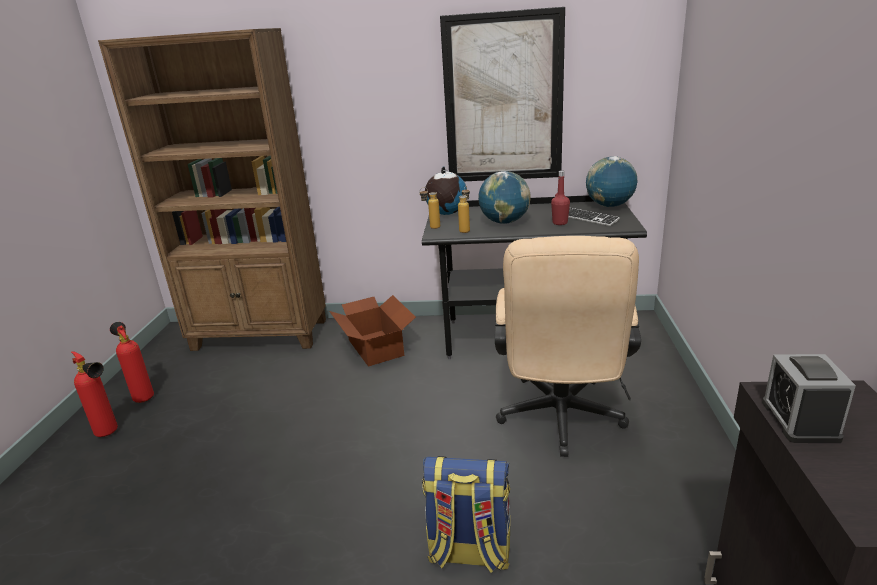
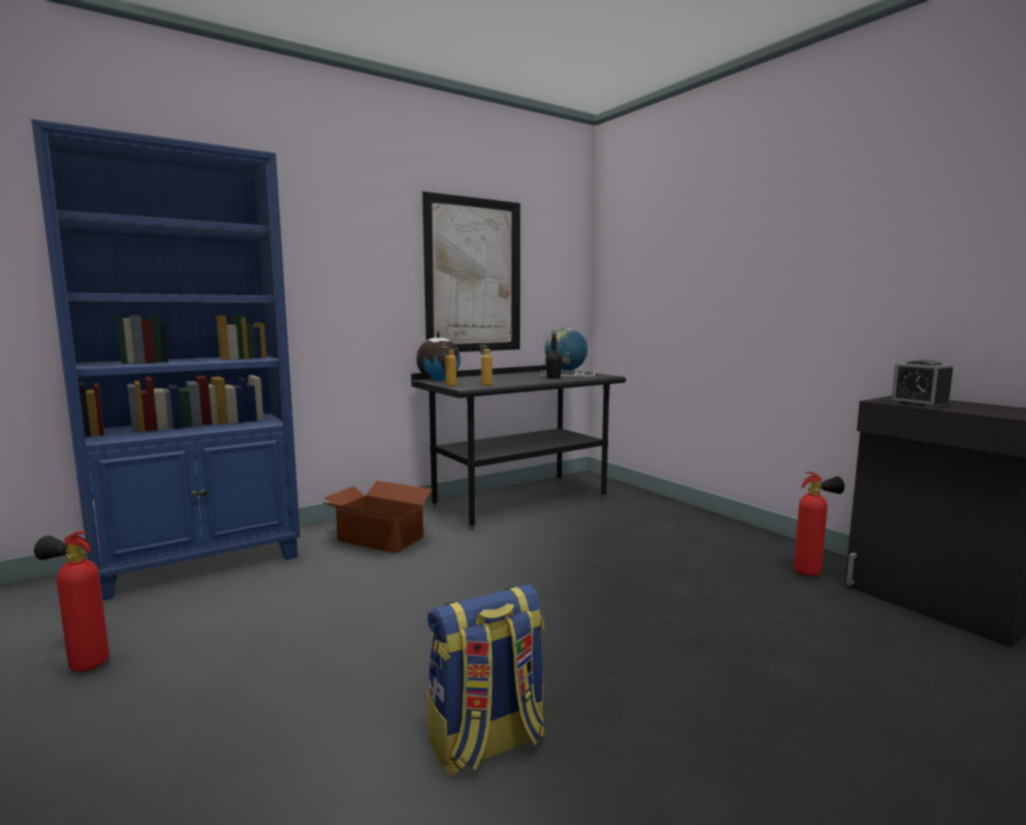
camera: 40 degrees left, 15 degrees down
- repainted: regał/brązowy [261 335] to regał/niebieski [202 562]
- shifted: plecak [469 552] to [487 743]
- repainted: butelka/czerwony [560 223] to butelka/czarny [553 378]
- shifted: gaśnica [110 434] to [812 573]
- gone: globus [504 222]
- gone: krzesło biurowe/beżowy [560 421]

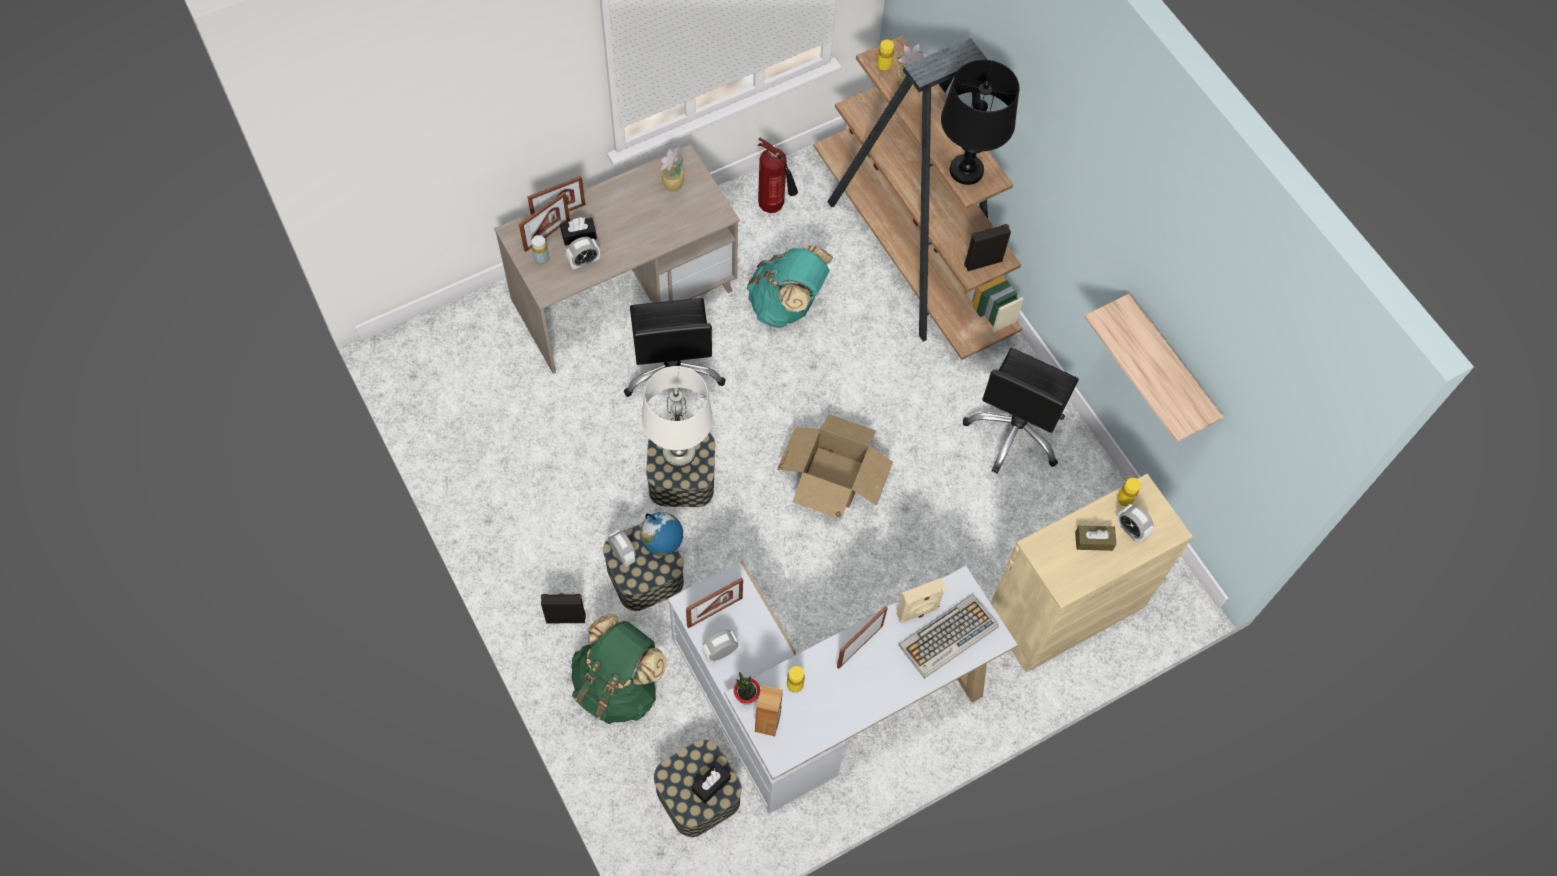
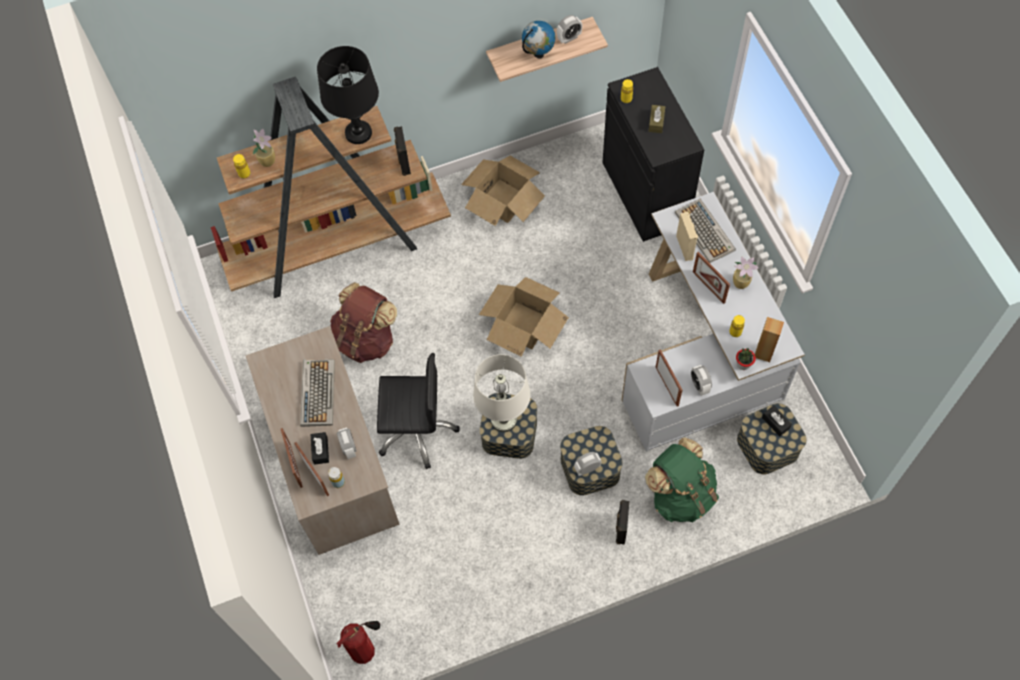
camera: 75 degrees left, 0 degrees up
- new: klawiatura [317 392]
- repainted: plecak/turkusowy [787 305] to plecak/brązowy [366 339]
- shifted: gaśnica [774 207] to [365 650]
- swapped: krzesło biurowe/czarny [1015 432] to karton [503 201]
- shifted: globus [662 546] to [538 54]
- shifted: budzik [1131 530] to [569 38]
- repainted: szafka/beżowy [1066 609] to szafka/czarny [645 193]
- shifted: roślina doniczkowa [672 185] to [741 283]

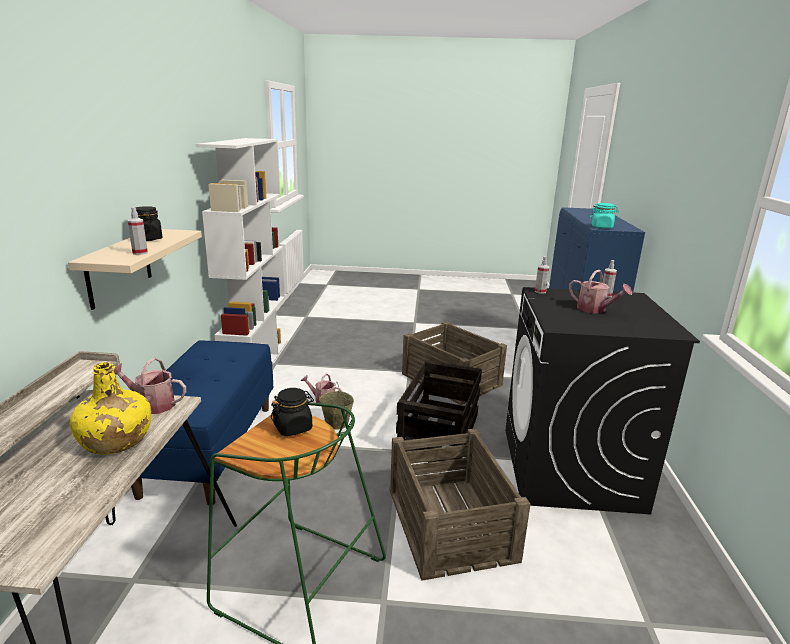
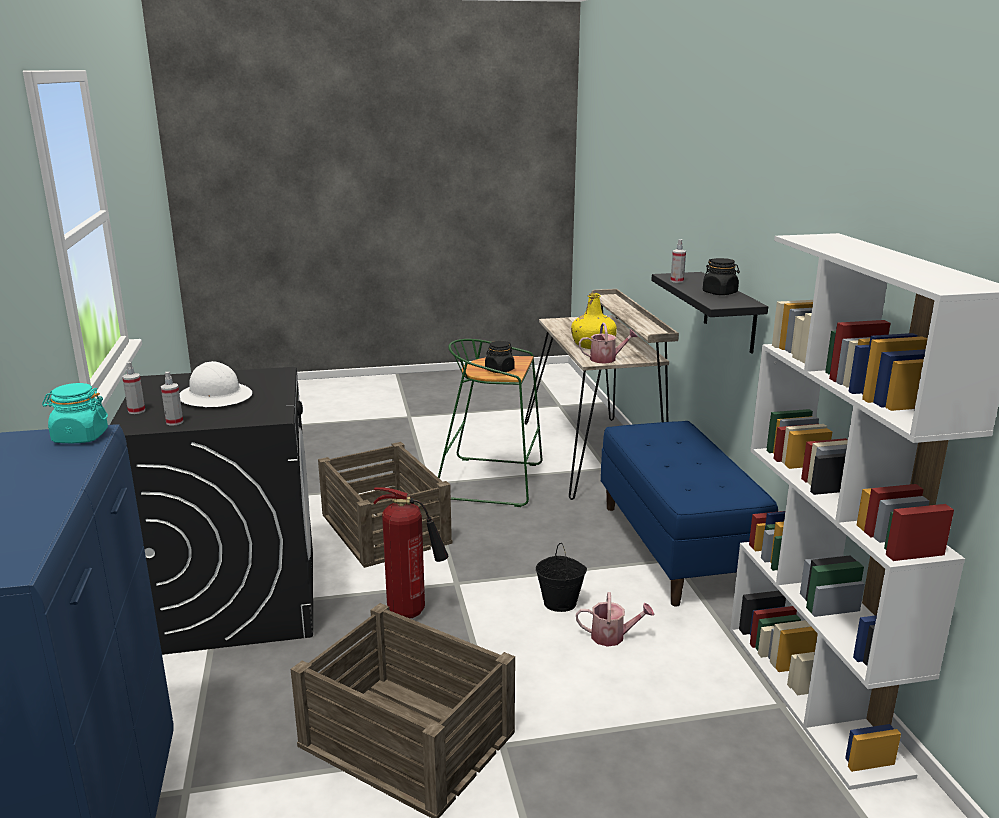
camera: 165 degrees right, 0 degrees up
- shifted: spryskiwacz [540 291] to [136 411]
- swapped: konewka [595 309] to kask/biały [216 397]
- swapped: skrzynka [439 435] to gaśnica [411 613]
- repainted: wiadro/beżowy [336 423] to wiadro/czarny [560 603]
- repainted: półka/beżowy [119 267] to półka/czarny [730 312]

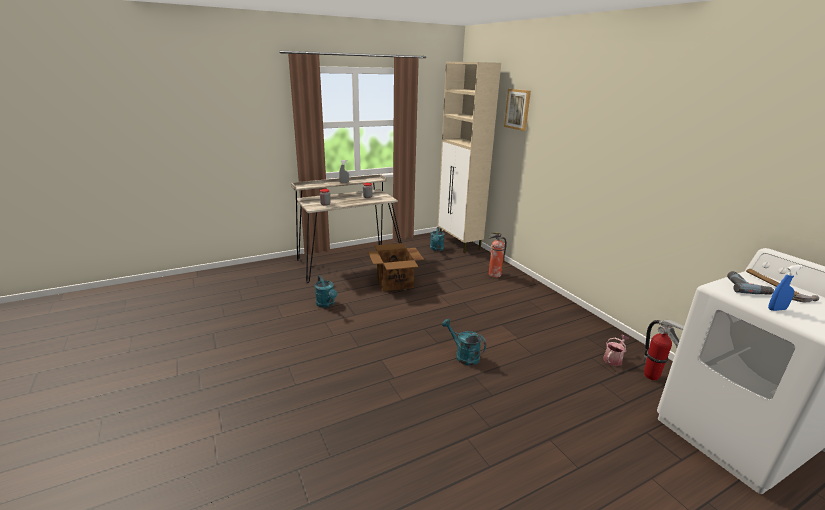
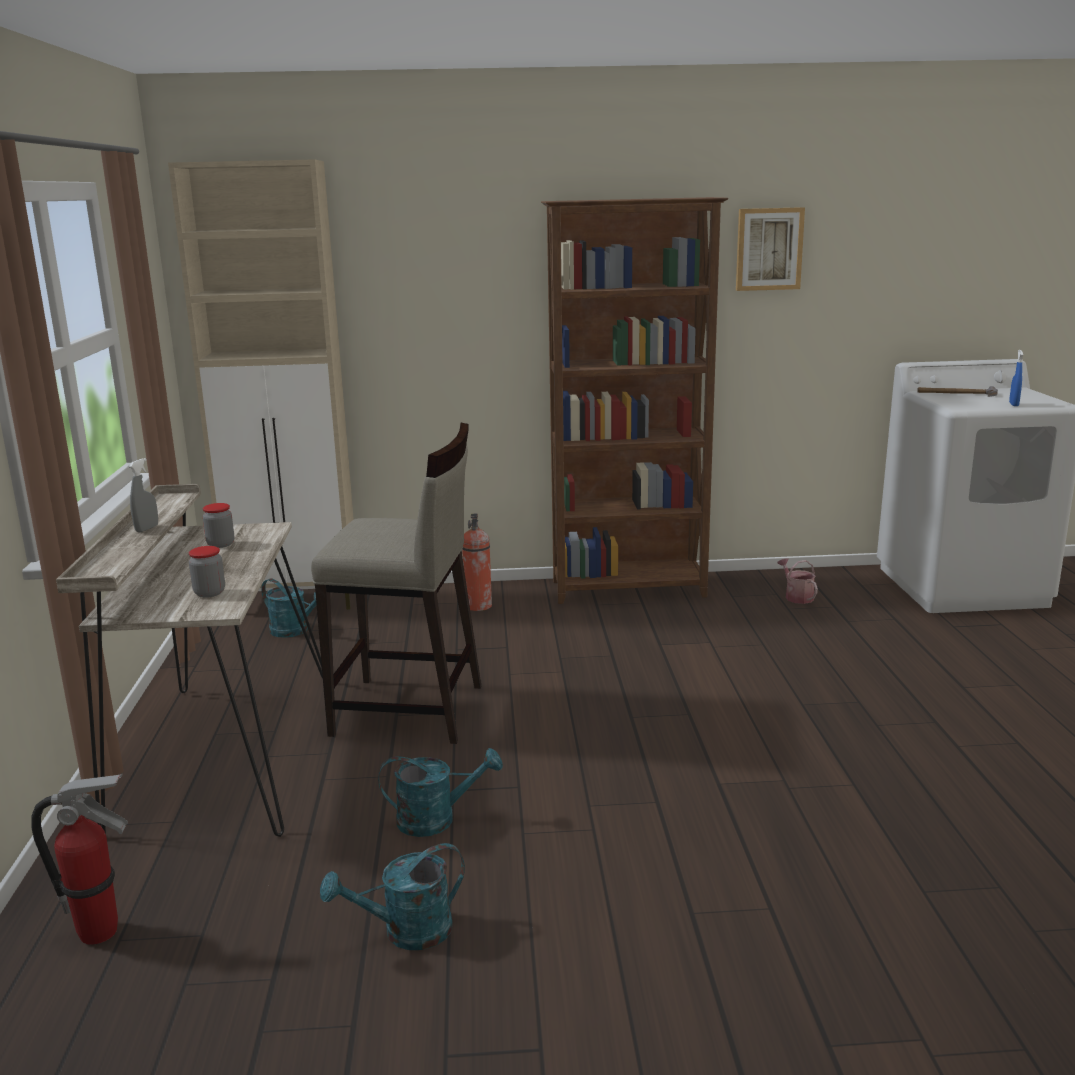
camera: 65 degrees left, 5 degrees down
- shifted: gaśnica [651 376] to [100 932]
- swapped: karton [394 282] to stołek/beżowy [409 711]
- shifted: konewka/turkusowy [463 356] to [406 932]
- new: regał/brązowy [630 589]
- shifted: obraz [517 109] to [769 249]
- gone: wiertarka [746 287]

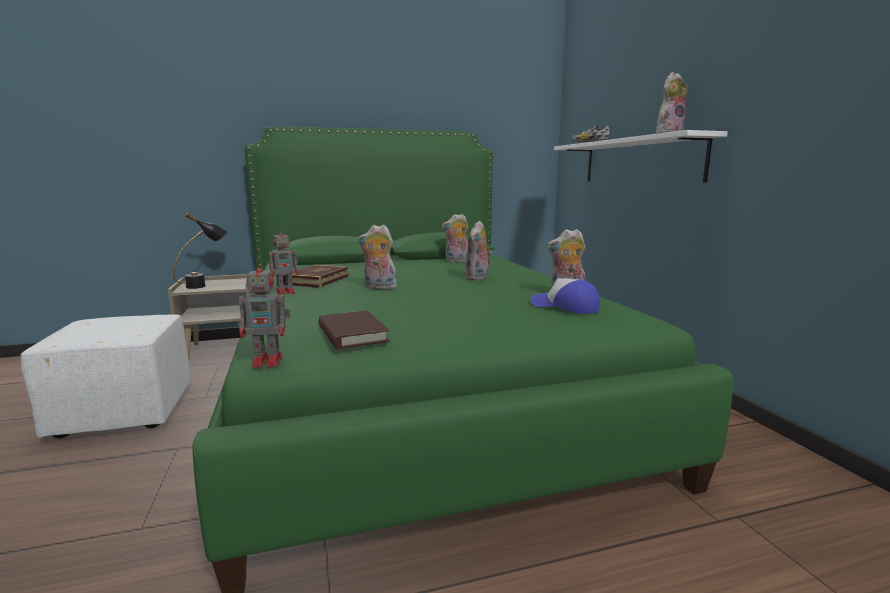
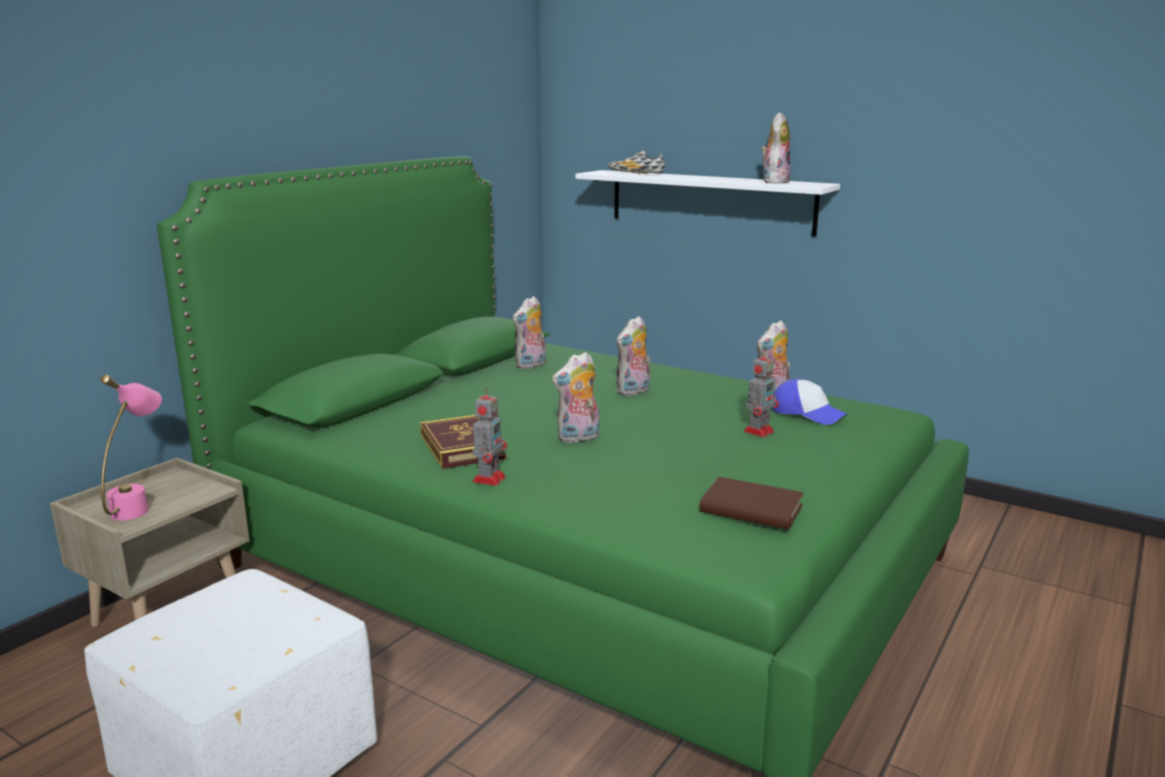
camera: 40 degrees left, 5 degrees up
- repainted: lampa stołowa/czarny [205 285] to lampa stołowa/różowy [138 505]
- rotated: pluszak [478 278] = [633 391] 60 degrees clockwise
- shifted: robot zabawkowy [269 361] to [759 431]
- rotated: czapka z daszkiem [565 307] = [807 413] 135 degrees counterclockwise

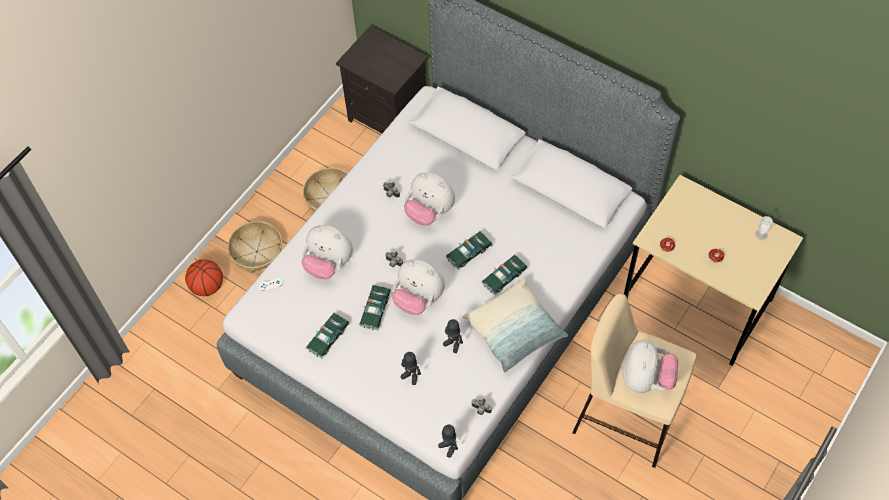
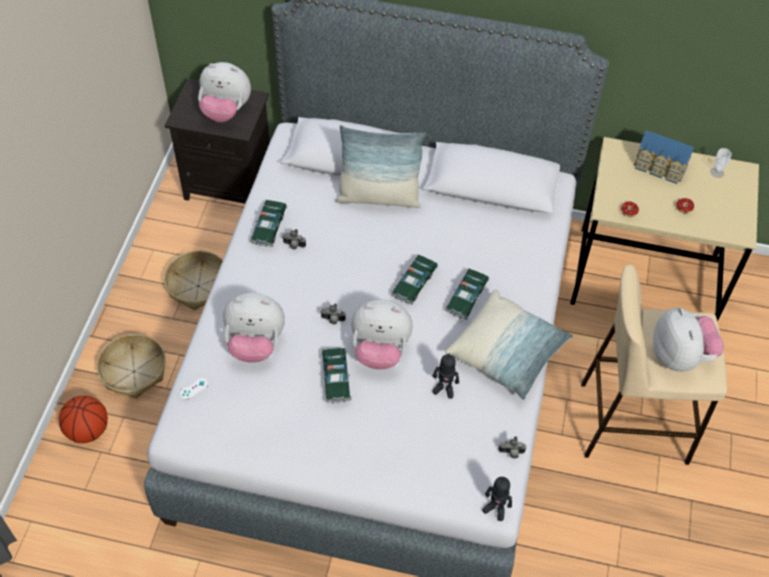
camera: 25 degrees left, 5 degrees down
- shifted: pluszak [429 212] to [225 111]
- shifted: samochodzik [328 338] to [269 227]
- new: poduszka [379 197]
- new: domek [660 167]
- gone: robot zabawkowy [411 376]

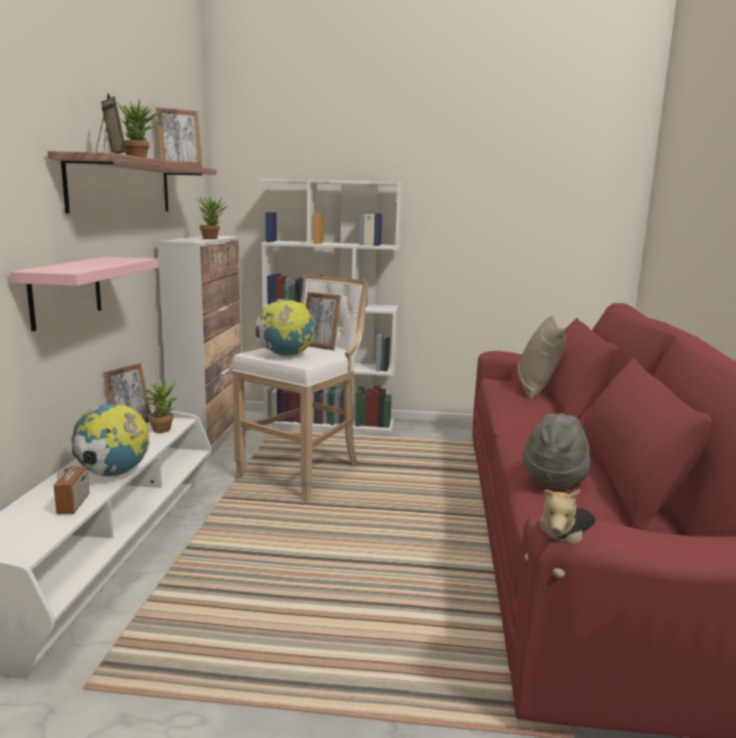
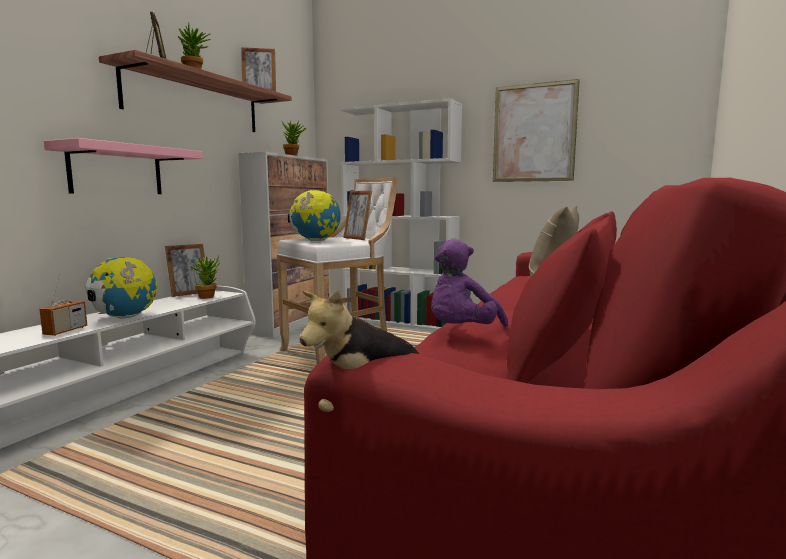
camera: 20 degrees right, 5 degrees down
- swapped: kapelusz/szary [554 478] to pluszak/fioletowy [461 333]
- new: obraz [534 133]

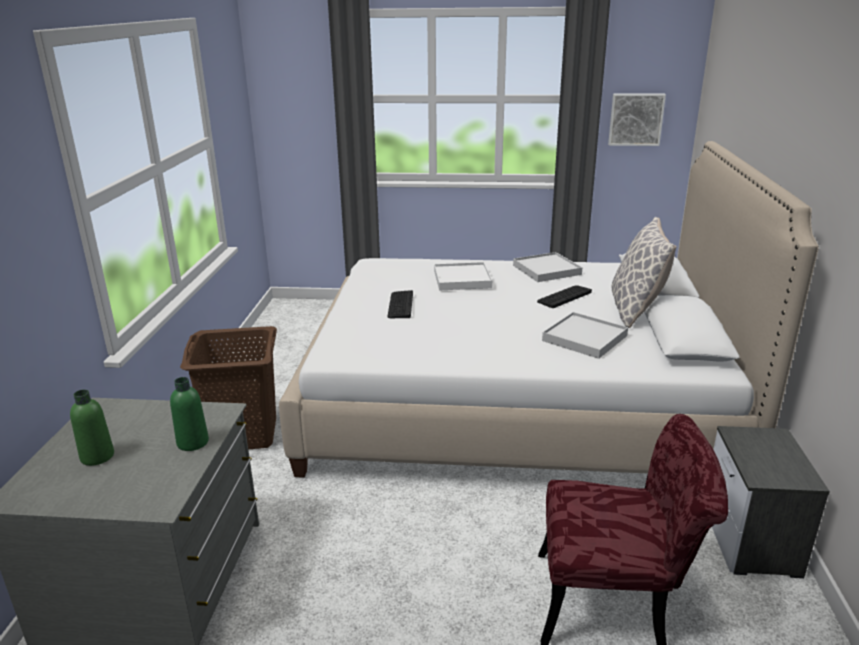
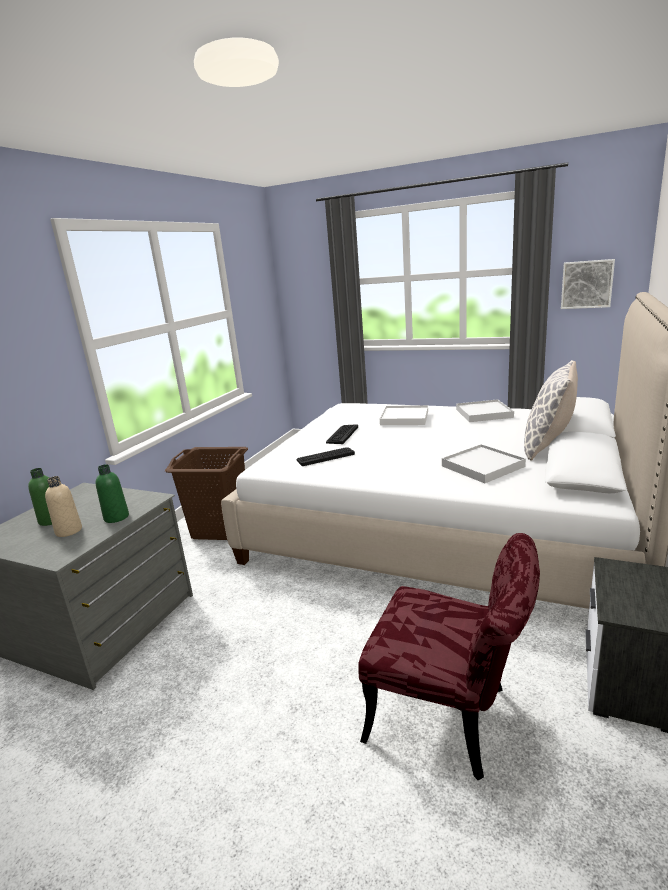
camera: 20 degrees right, 5 degrees down
- new: butelka/beżowy [69 531]
- shifted: klawiatura [564 297] to [325 457]

